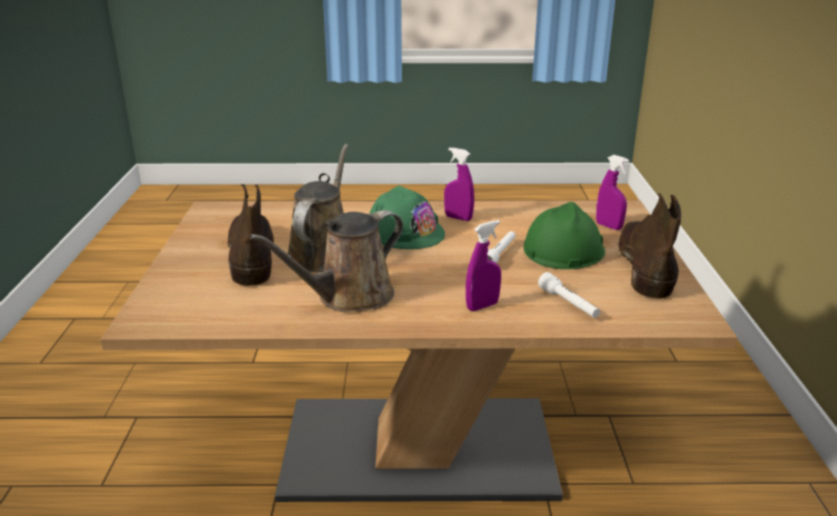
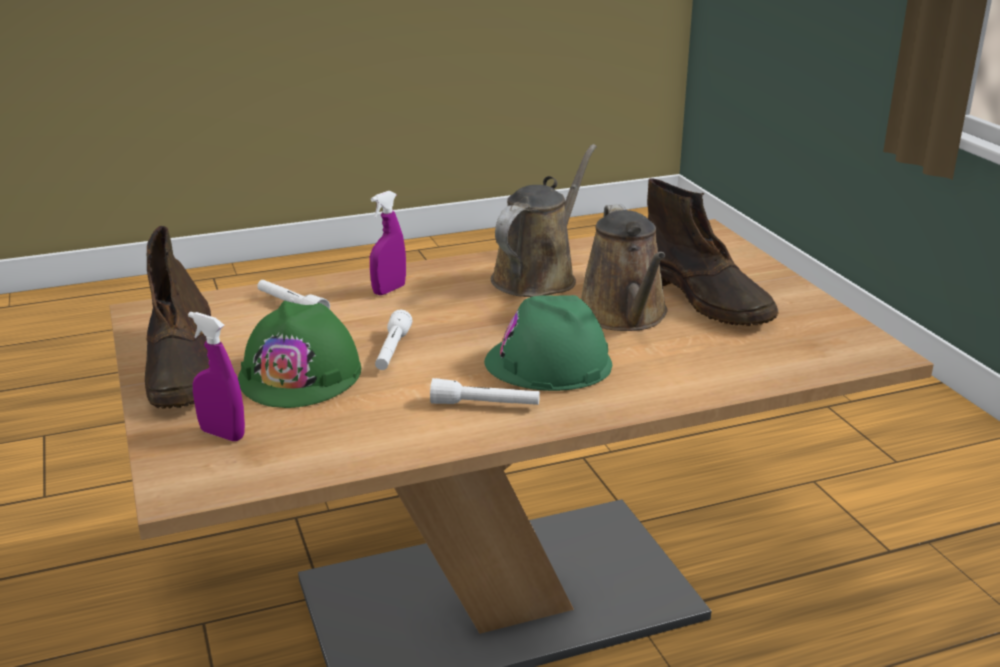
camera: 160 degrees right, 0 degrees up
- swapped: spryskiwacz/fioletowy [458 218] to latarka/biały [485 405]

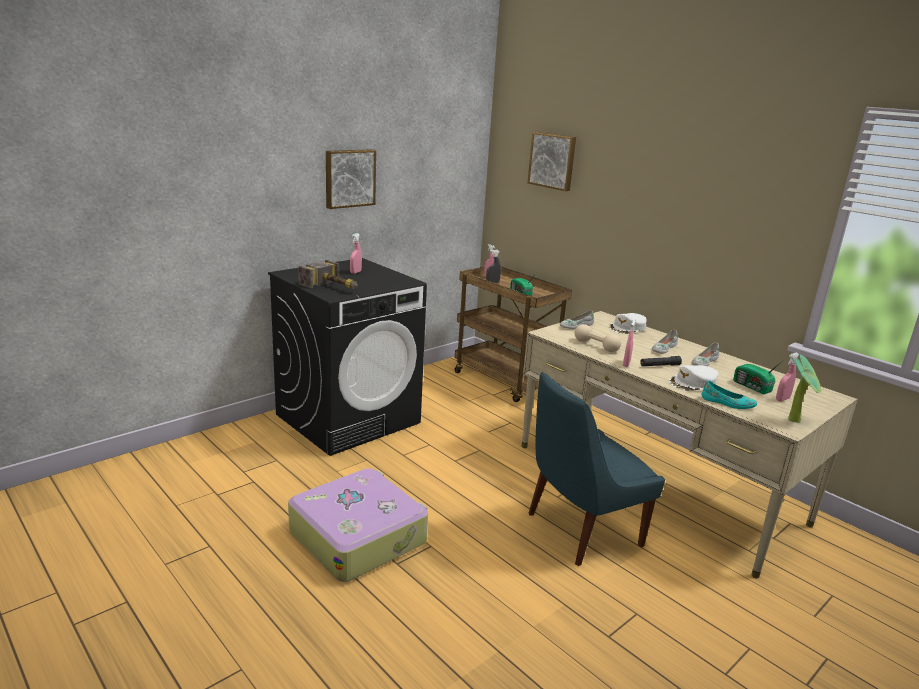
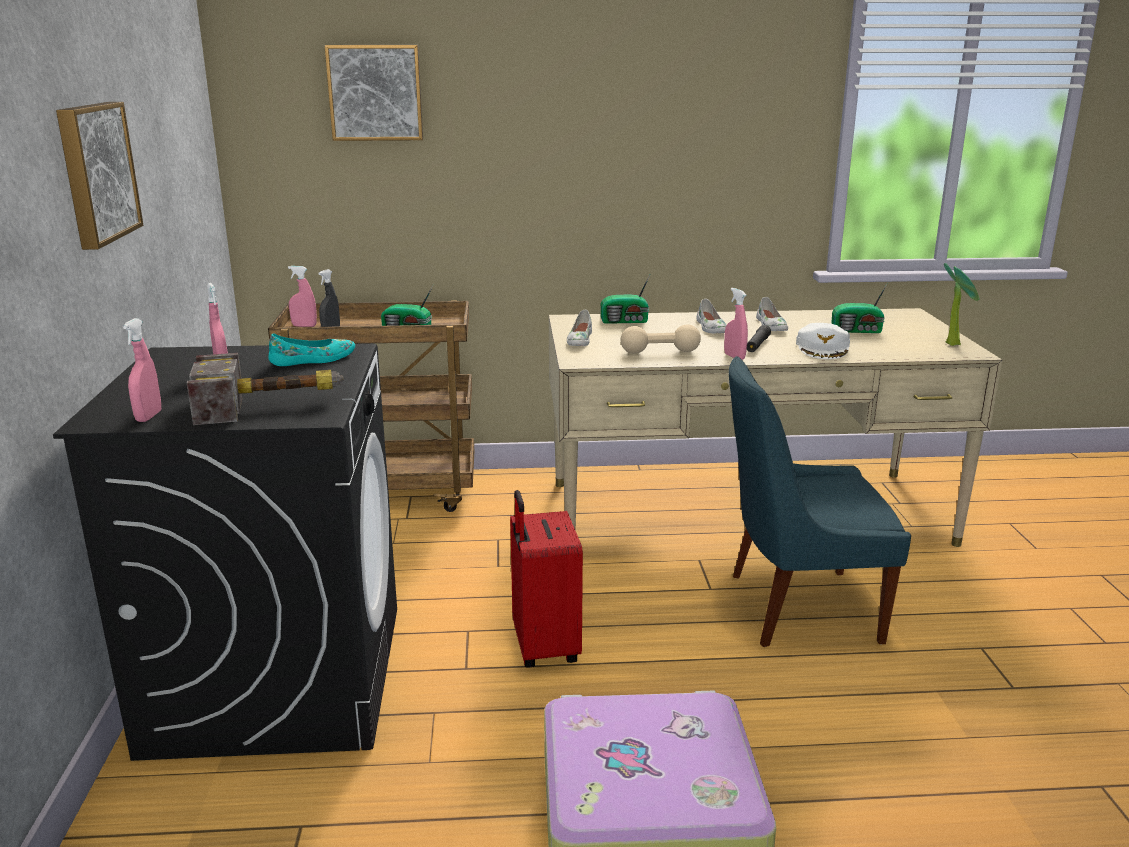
camera: 50 degrees left, 0 degrees up
- shifted: spryskiwacz/różowy [782 399] to [149 417]
- shifted: but/turkusowy [727 403] to [313 360]
- new: walizka/czerwony [543 647]
- swapped: czapka z daszkiem/biały [628 328] to radio [625 321]
- rotated: krzesło/niebieski [580 530] = [796 608] 75 degrees clockwise

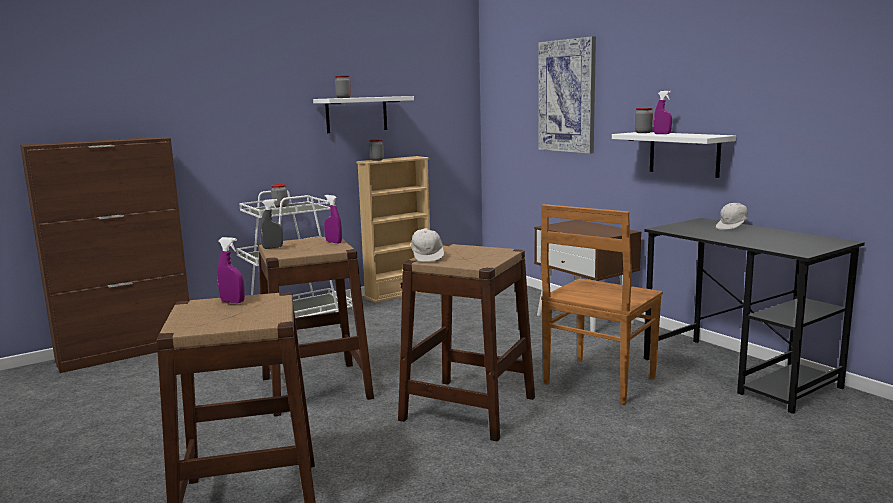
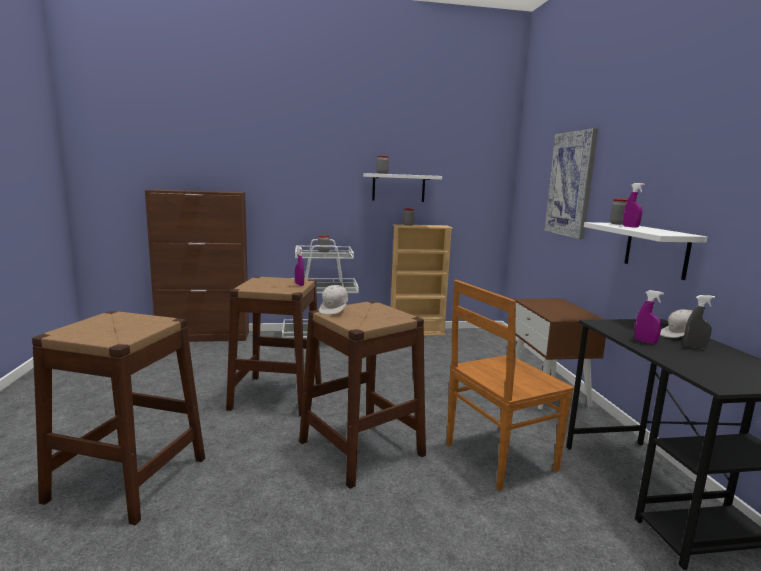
camera: 25 degrees right, 0 degrees up
- shifted: spryskiwacz/fioletowy [232 302] to [645 341]
- shifted: spryskiwacz/szary [272 248] to [694 347]

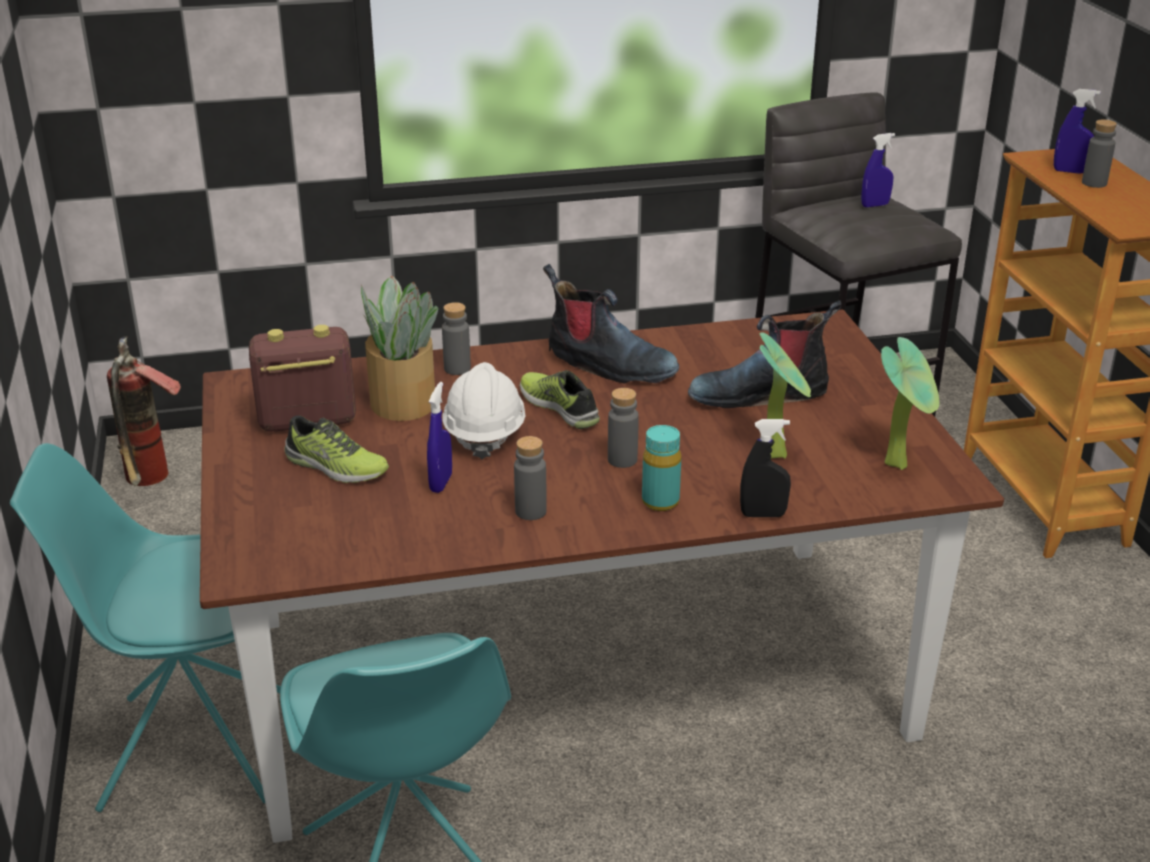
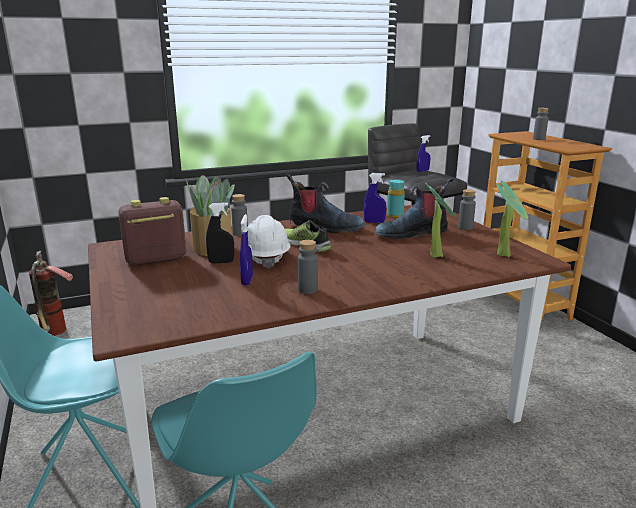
camera: 10 degrees left, 10 degrees down
- shifted: spryskiwacz/czarny [763 515] to [221 262]
- shifted: spryskiwacz/niebieski [1070 171] to [374 222]
- shifted: butelka/turkusowy [660 502] to [395 216]
- shifted: butelka/szary [622 460] to [465 227]
- gone: but [335 467]

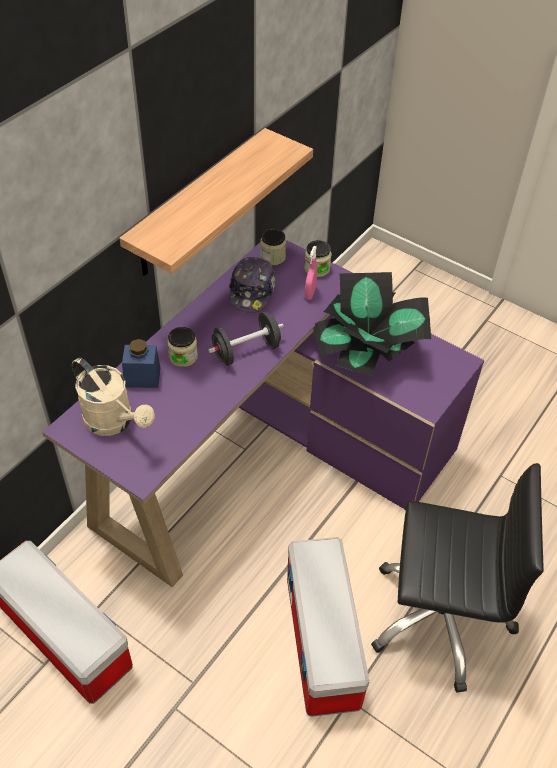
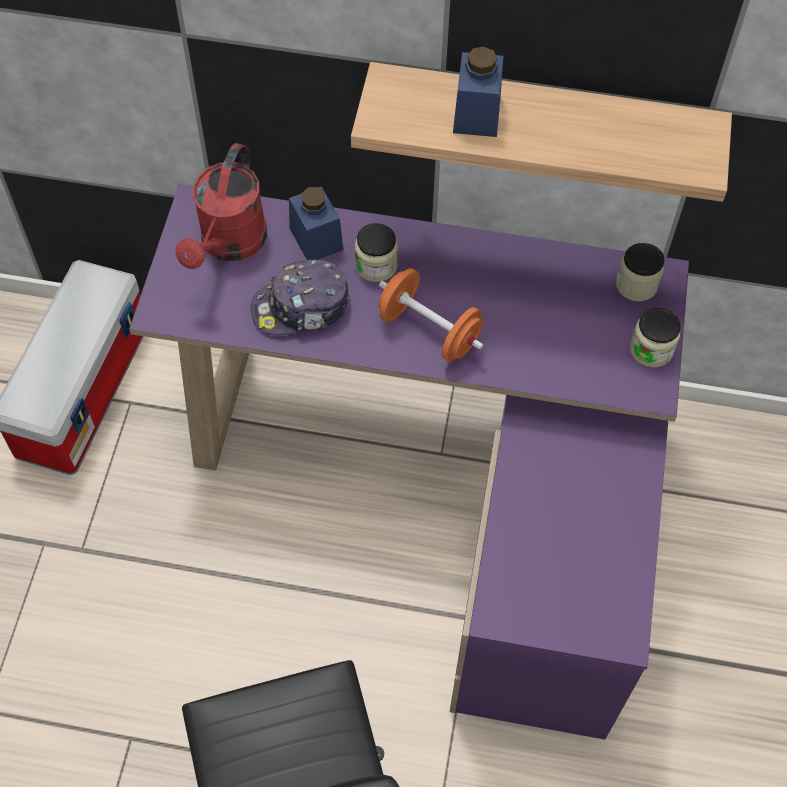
camera: 65 degrees right, 10 degrees up
- repainted: konewka/beżowy [114 422] to konewka/czerwony [229 245]
- shifted: czapka z daszkiem [252 291] to [301 307]
- repainted: hantel/czarny [246 351] to hantel/pomarańczowy [429 331]
- new: słoik/niebieski [476 114]
- gone: pojemnik do przechowywania [323 642]
- gone: spryskiwacz/różowy [310 293]
- gone: roślina doniczkowa [367 354]

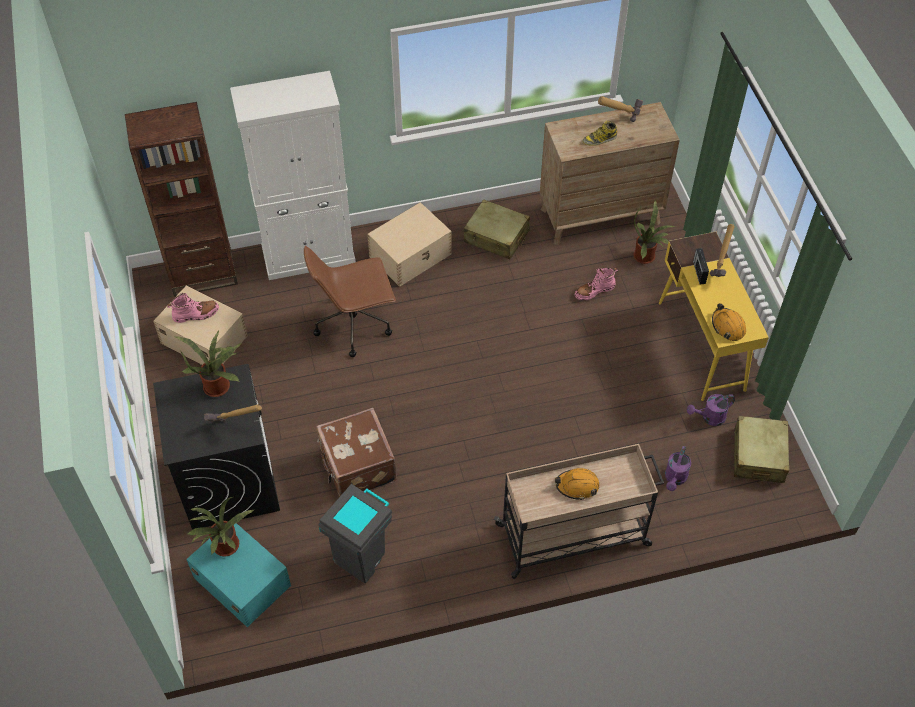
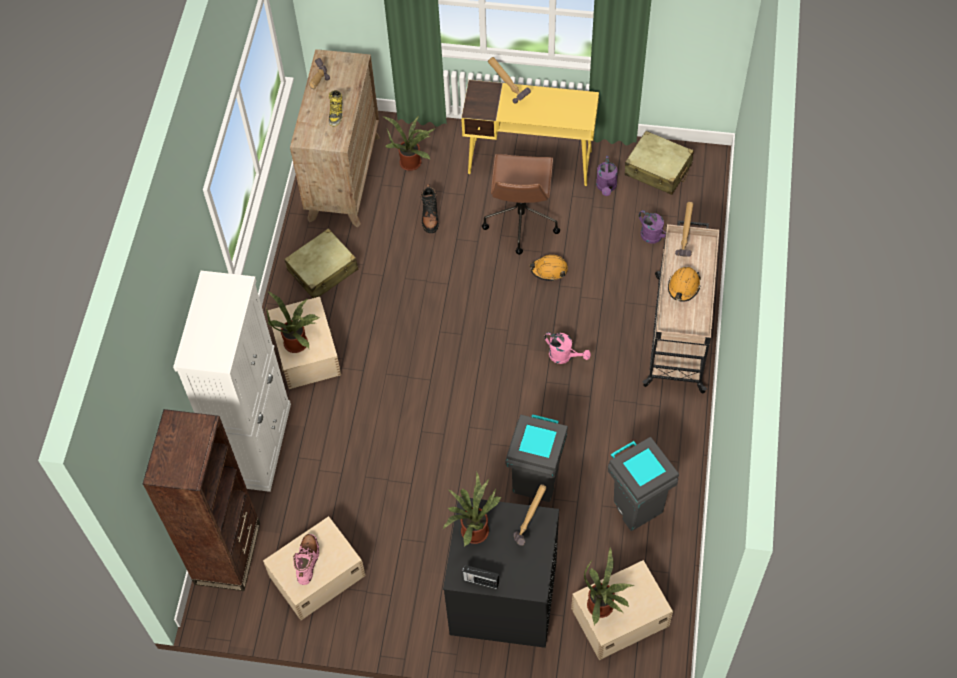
camera: 65 degrees left, 5 degrees up
- new: roślina doniczkowa [298 342]
- repainted: but z cholewką/różowy [594 291] to but z cholewką/czarny [430 216]
- shifted: radio [699 272] to [480 581]
- shifted: krzesło biurowe/brązowy [355 324] to [521 220]
- swapped: walizka/brązowy [357 467] to kosz na śmieci/szary [536 480]
- shifted: kask/pomarańczowy [728 326] to [549 270]
- new: konewka/różowy [564 356]
- repainted: pojemnik do przechowywania/turkusowy [242 580] to pojemnik do przechowywania/beżowy [619 617]
- new: młotek [686 243]

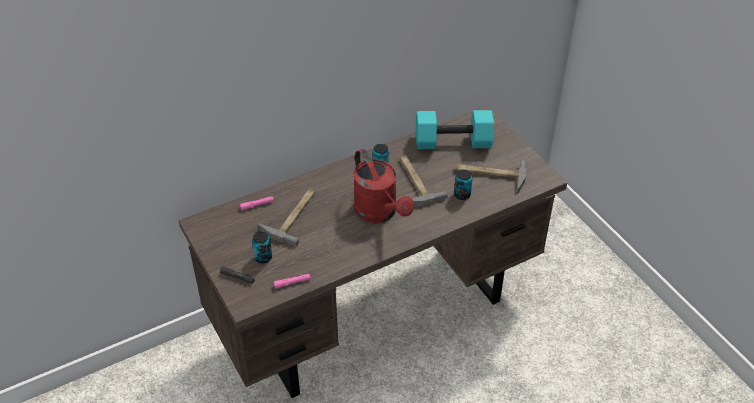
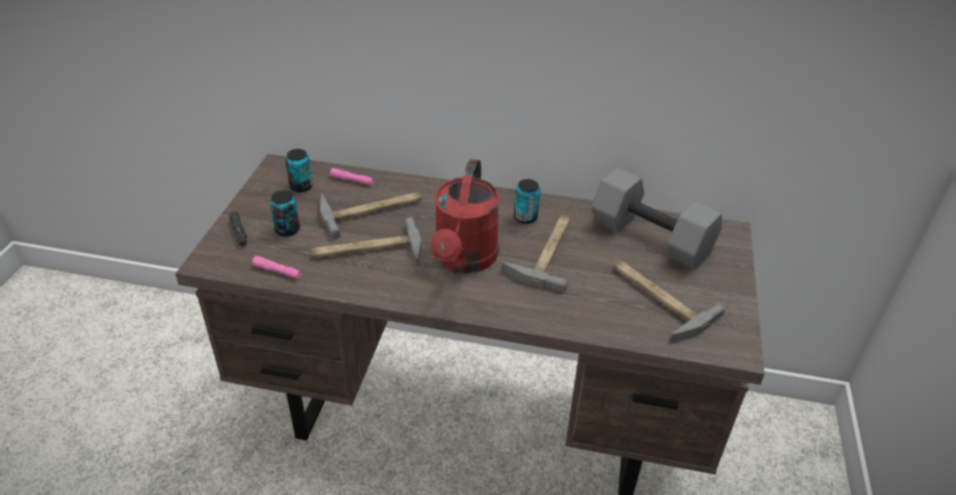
camera: 40 degrees right, 5 degrees down
- shifted: puszka [462 195] to [301 186]
- new: młotek [367 251]
- repainted: hantel/turkusowy [452 143] to hantel/szary [648 238]

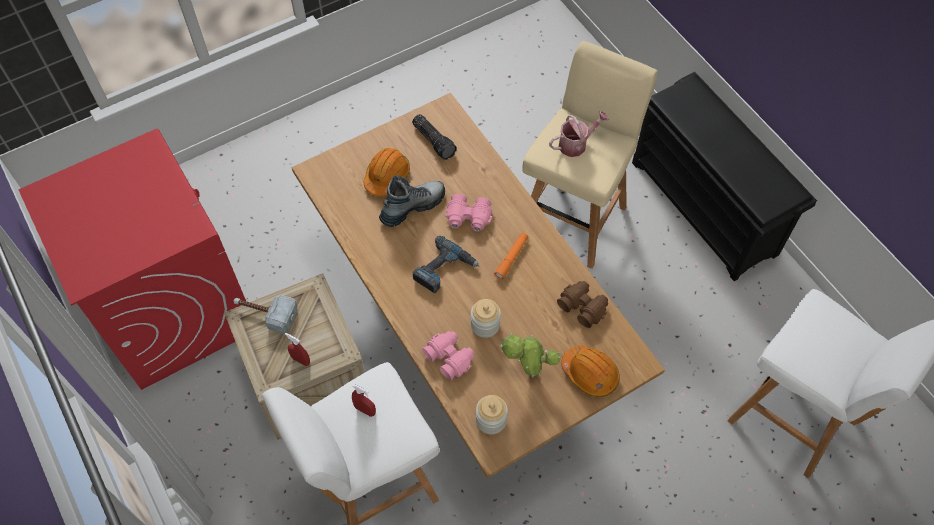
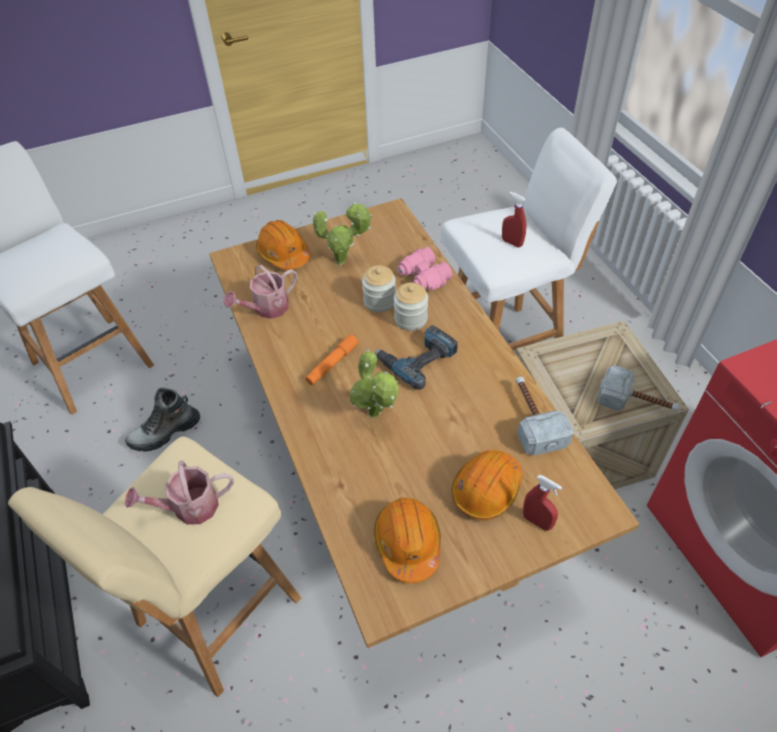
camera: 170 degrees left, 10 degrees down
- shifted: but z cholewką [412 207] to [165 433]
- swapped: lornetka/brązowy [583 306] to konewka [267 309]
- swapped: lornetka/różowy [468 218] to roślina doniczkowa [376 416]
- swapped: latarka [434 141] to kask/pomarańczowy [408 543]
- shifted: słoik [491 420] to [411 319]
- new: młotek [532 419]
- shifted: spryskiwacz/czerwony [300 360] to [537 521]

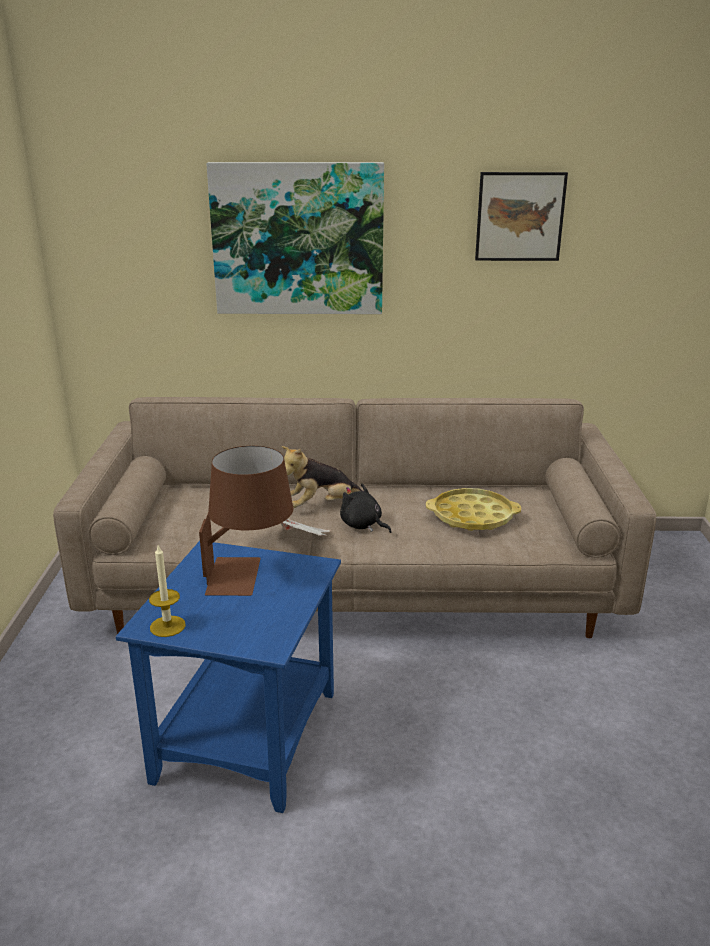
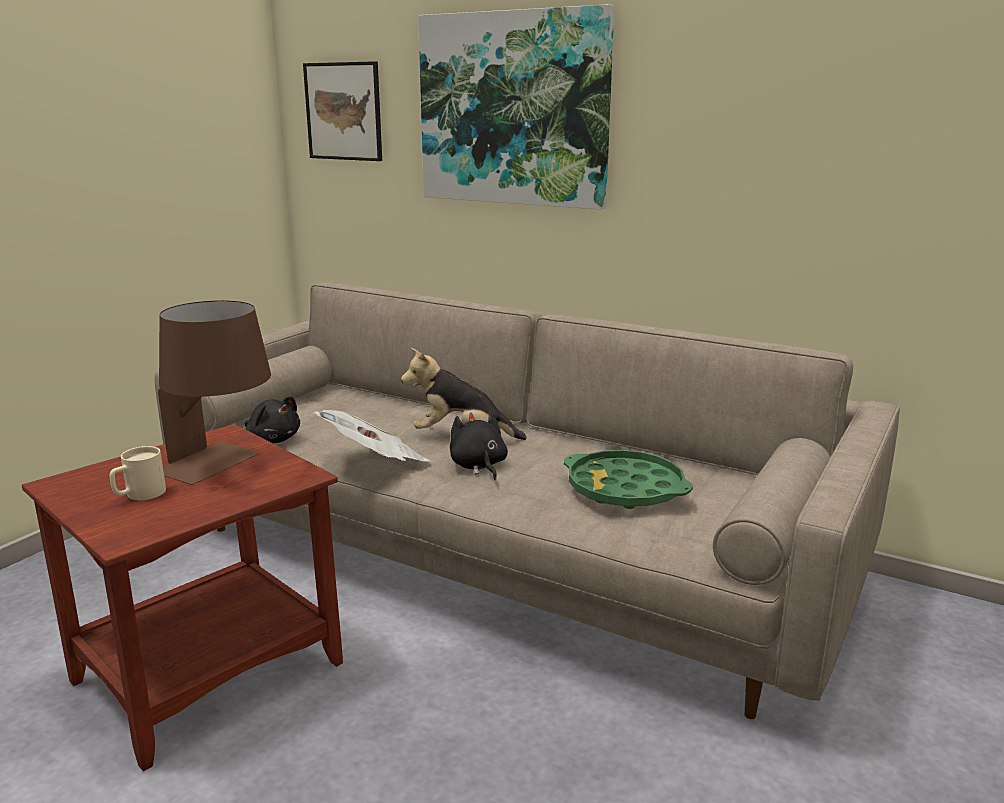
camera: 30 degrees right, 5 degrees down
- repainted: stolik/niebieski [244 735] to stolik/brązowy [207 670]
- new: kubek/beżowy [139 495]
- new: pluszak/czarny [272 440]
- shifted: obraz [520 217] to [343 111]
- repainted: taca/żółty [472 516] to taca/zielony [625 489]
- gone: świeca [167 626]

